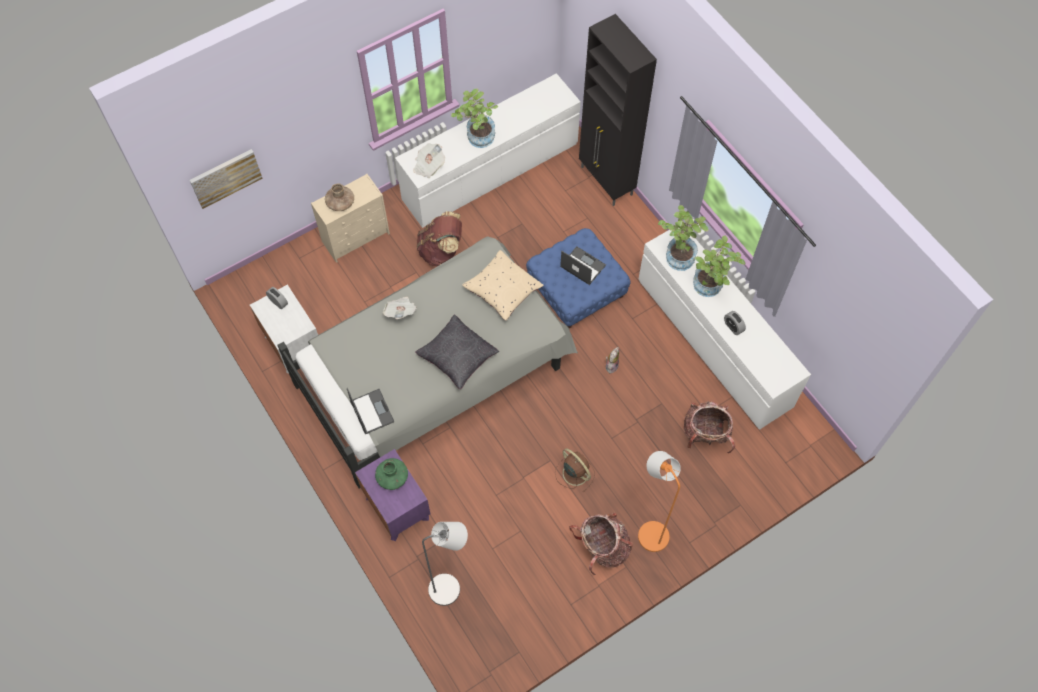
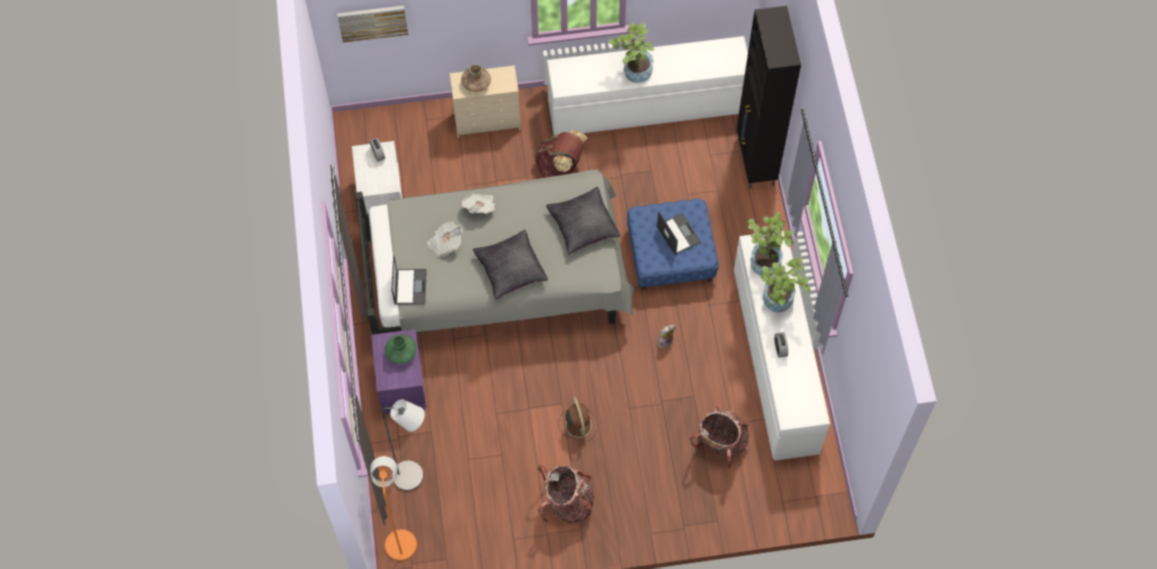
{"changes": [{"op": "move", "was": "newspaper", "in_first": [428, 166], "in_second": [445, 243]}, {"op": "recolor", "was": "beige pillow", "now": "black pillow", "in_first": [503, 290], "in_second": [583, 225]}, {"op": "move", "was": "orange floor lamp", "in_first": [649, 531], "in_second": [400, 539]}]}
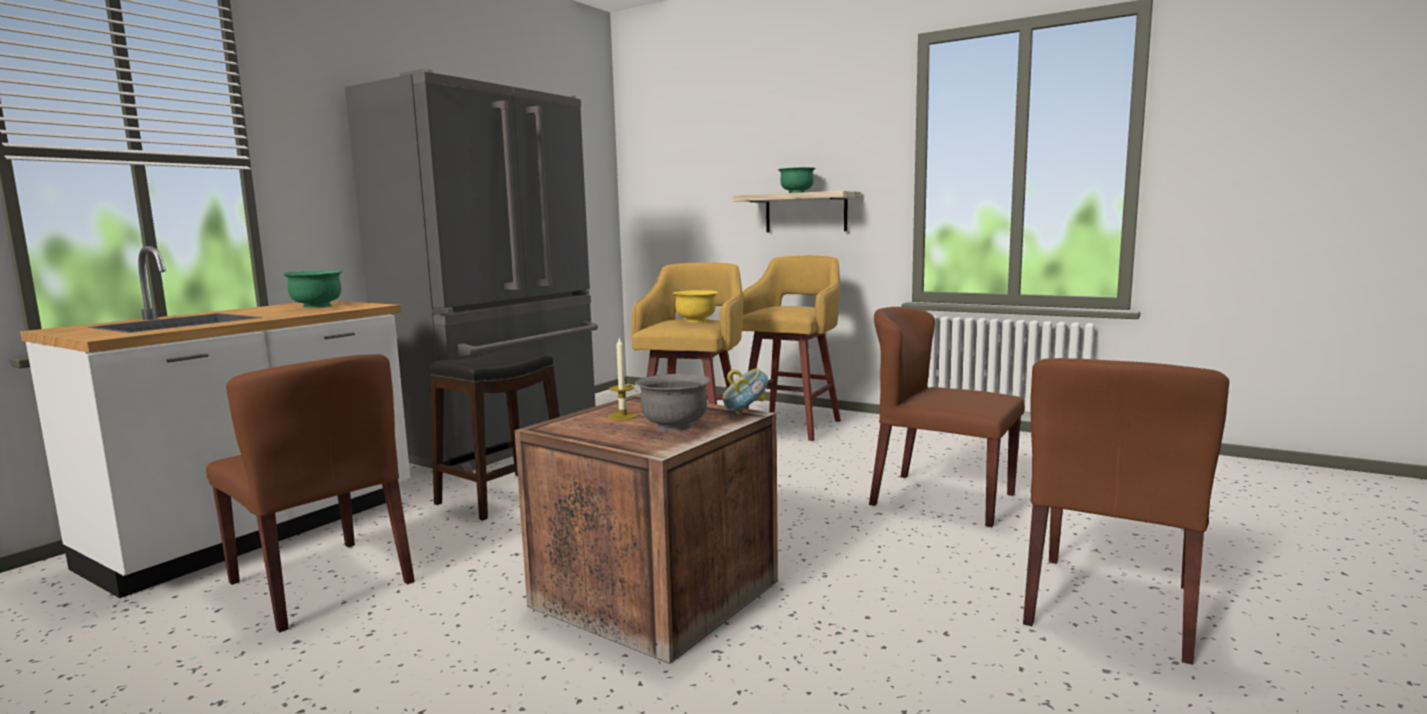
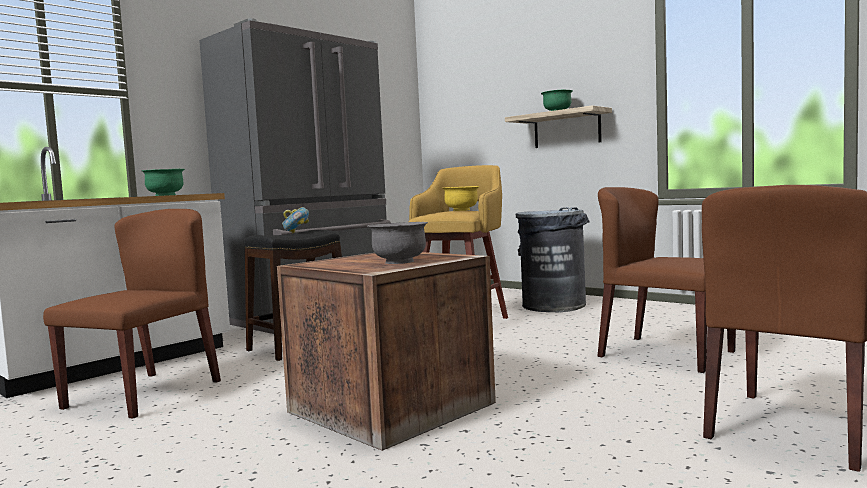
{"changes": [{"op": "replace", "was": "yellow stool", "now": "grey trash can", "in_first": [792, 425], "in_second": [553, 306]}, {"op": "delete", "was": "candle", "in_first": [622, 416]}, {"op": "rotate", "was": "brown chair", "in_first": [321, 583], "in_second": [144, 393], "clockwise": -120}, {"op": "move", "was": "bowl", "in_first": [744, 413], "in_second": [296, 233]}]}
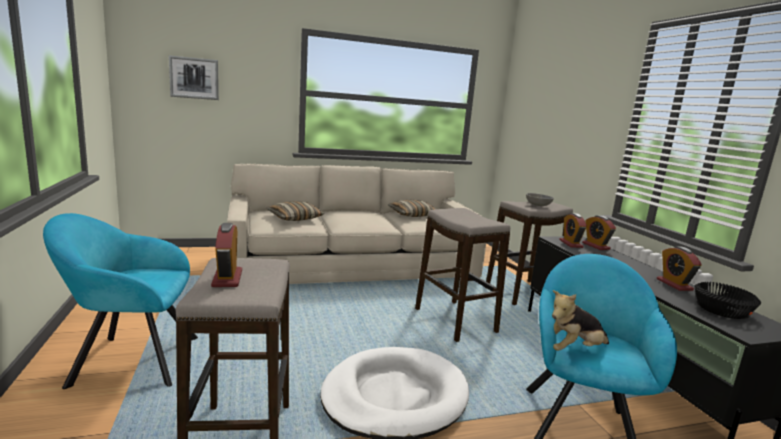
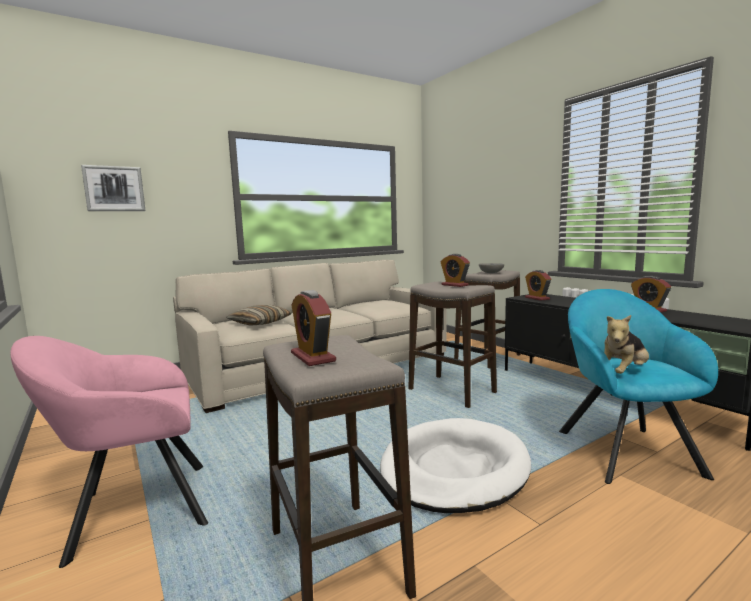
{"changes": [{"op": "delete", "was": "pillow", "in_first": [412, 215]}, {"op": "recolor", "was": "turquoise armchair", "now": "pink armchair", "in_first": [130, 360], "in_second": [133, 510]}, {"op": "move", "was": "alarm clock", "in_first": [595, 246], "in_second": [454, 285]}, {"op": "delete", "was": "black bowl", "in_first": [722, 310]}]}
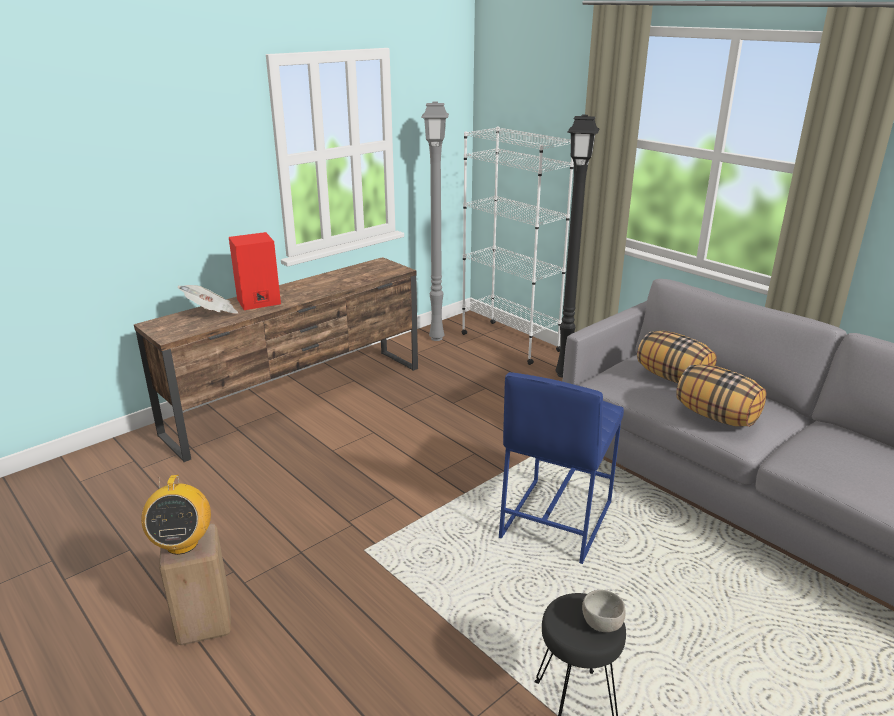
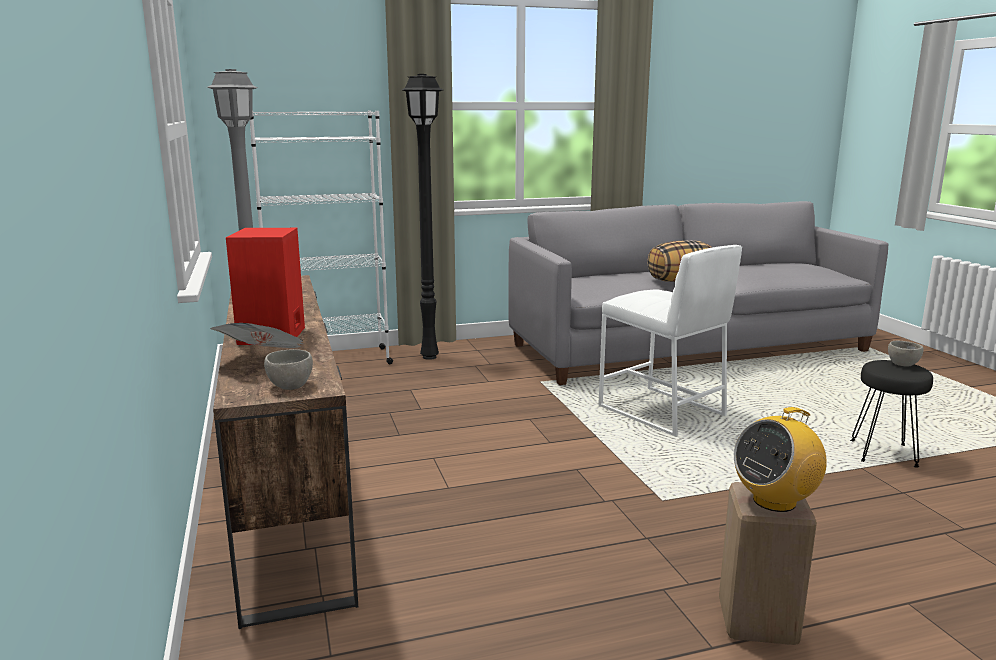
{"changes": [{"op": "delete", "was": "pillow", "in_first": [673, 378]}, {"op": "recolor", "was": "blue stool", "now": "white stool", "in_first": [555, 519], "in_second": [661, 411]}, {"op": "rotate", "was": "radio", "in_first": [182, 543], "in_second": [774, 501], "clockwise": 135}, {"op": "insert", "now": "grey bowl", "in_second": [289, 386]}]}
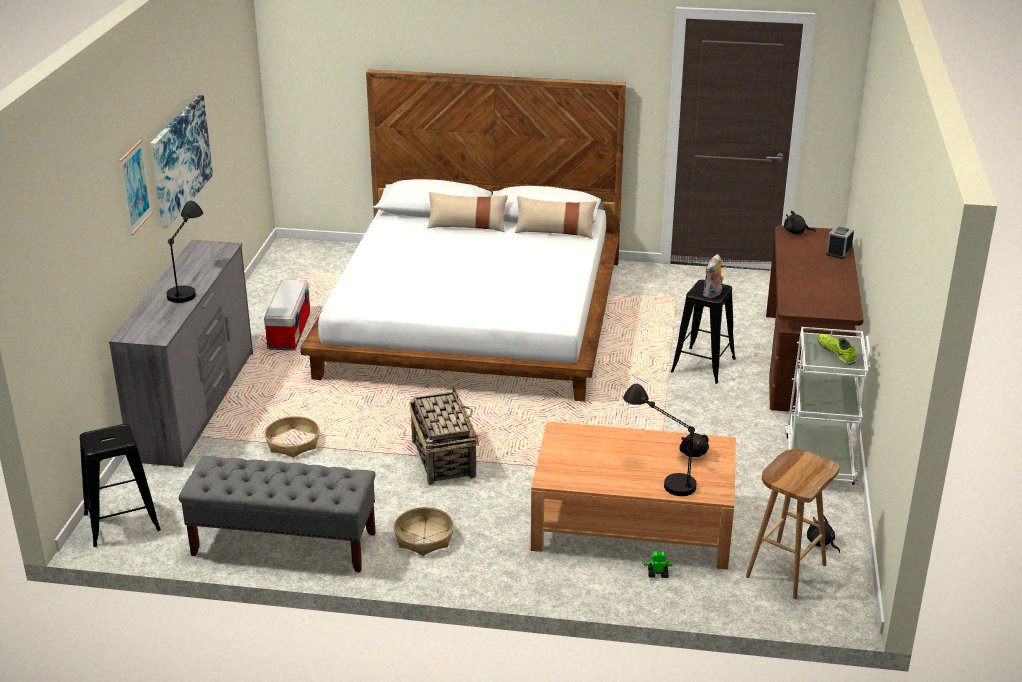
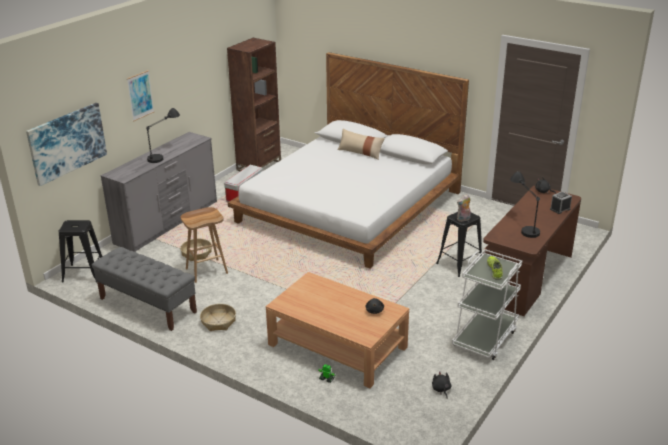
{"changes": [{"op": "move", "was": "picture", "in_first": [180, 159], "in_second": [67, 143]}, {"op": "delete", "was": "beige pillow", "in_first": [555, 232]}, {"op": "move", "was": "black table lamp", "in_first": [659, 473], "in_second": [523, 225]}, {"op": "delete", "was": "basket", "in_first": [443, 458]}, {"op": "move", "was": "brown stool", "in_first": [785, 570], "in_second": [207, 270]}, {"op": "insert", "now": "brown bookcase", "in_second": [259, 166]}]}
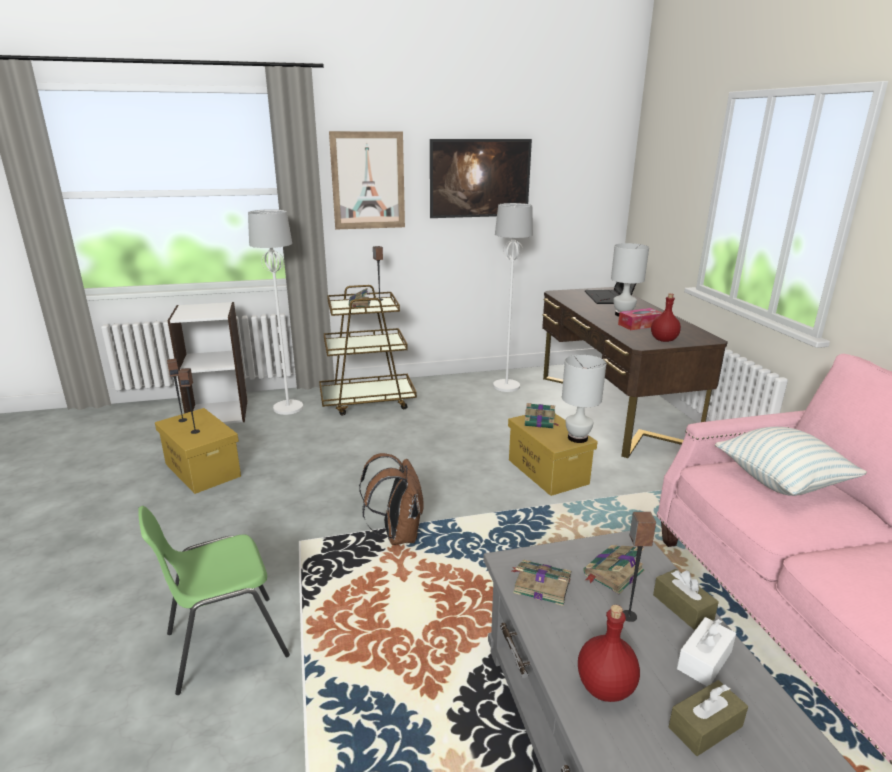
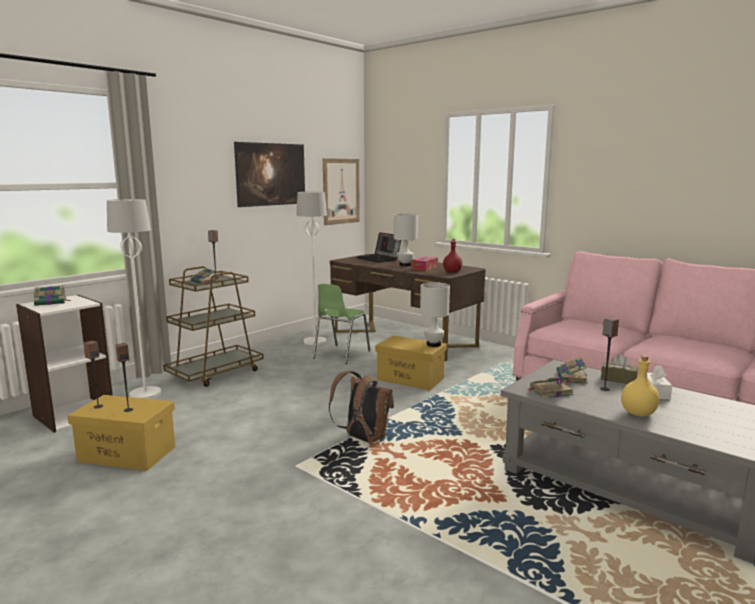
{"changes": [{"op": "move", "was": "picture", "in_first": [368, 181], "in_second": [341, 191]}, {"op": "move", "was": "book", "in_first": [540, 422], "in_second": [51, 302]}, {"op": "delete", "was": "pillow", "in_first": [781, 482]}, {"op": "move", "was": "green chair", "in_first": [225, 643], "in_second": [340, 354]}, {"op": "recolor", "was": "red bottle", "now": "yellow bottle", "in_first": [604, 687], "in_second": [637, 413]}, {"op": "delete", "was": "brown tissue box", "in_first": [705, 727]}]}
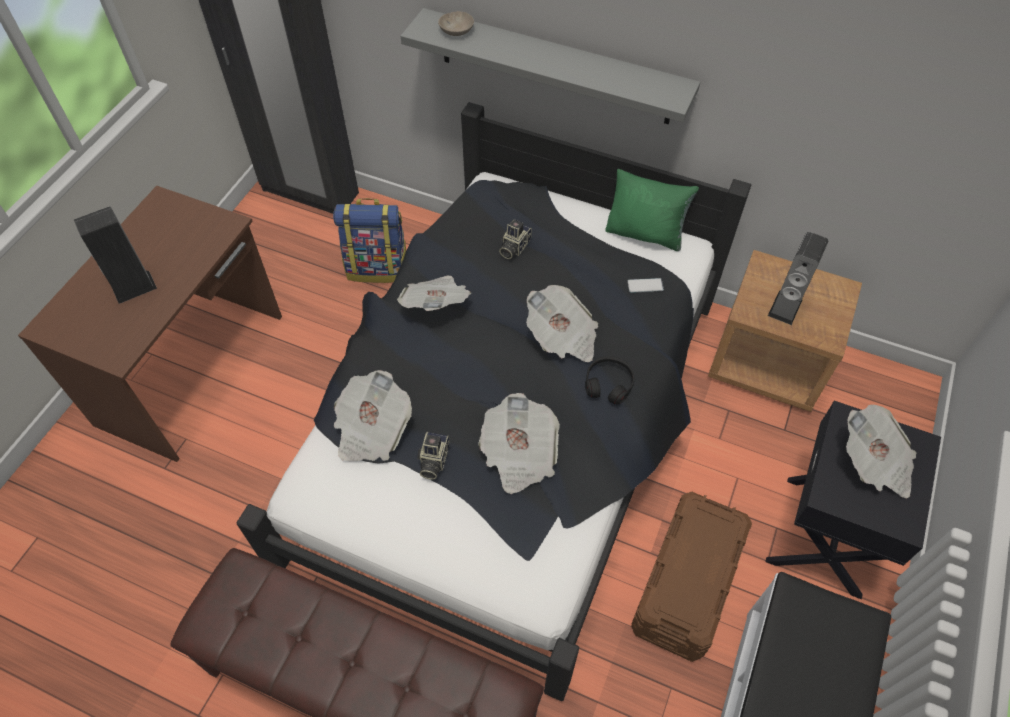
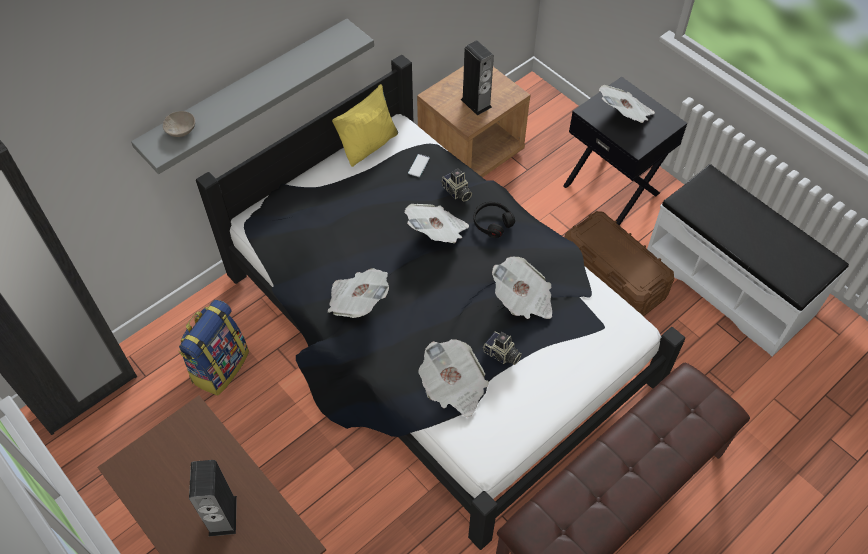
{"changes": [{"op": "recolor", "was": "green pillow", "now": "yellow pillow", "in_first": [645, 233], "in_second": [369, 145]}, {"op": "move", "was": "photo camera", "in_first": [513, 247], "in_second": [456, 192]}]}
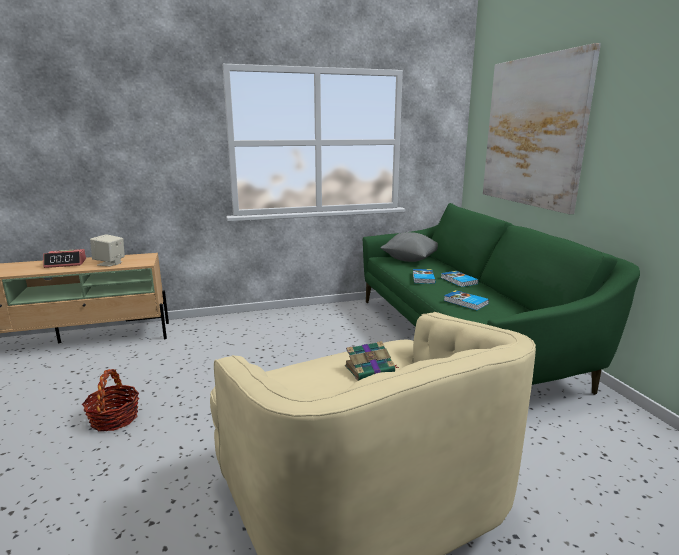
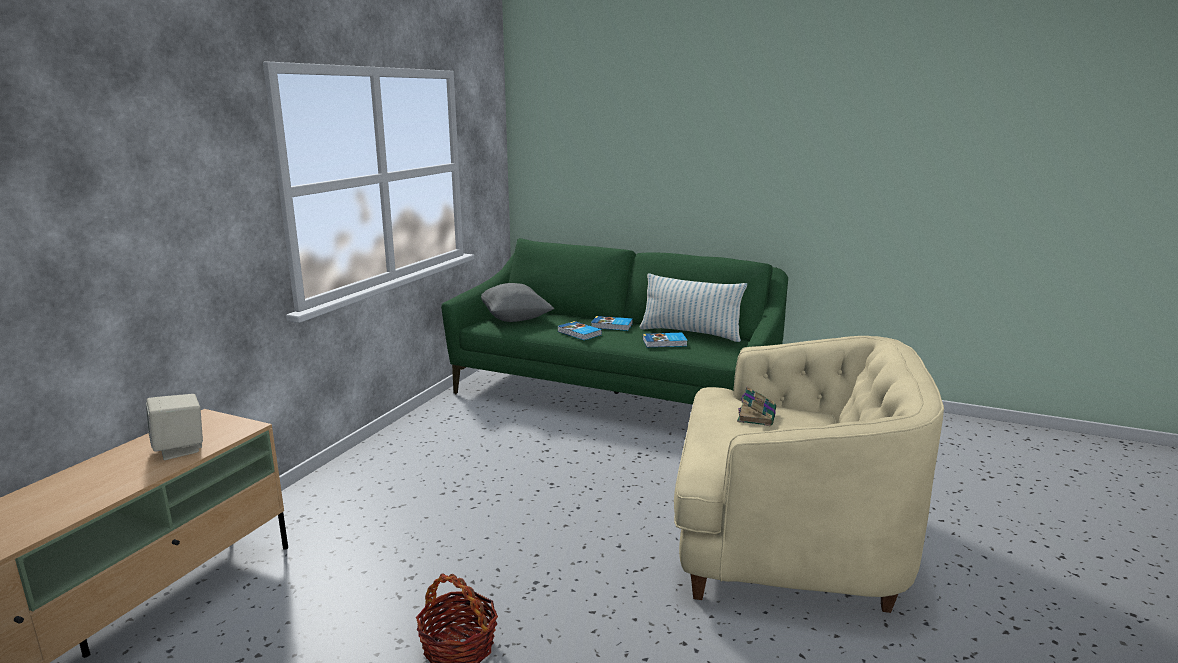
{"changes": [{"op": "delete", "was": "picture", "in_first": [533, 132]}, {"op": "delete", "was": "alarm clock", "in_first": [66, 263]}, {"op": "insert", "now": "pillow", "in_second": [690, 333]}]}
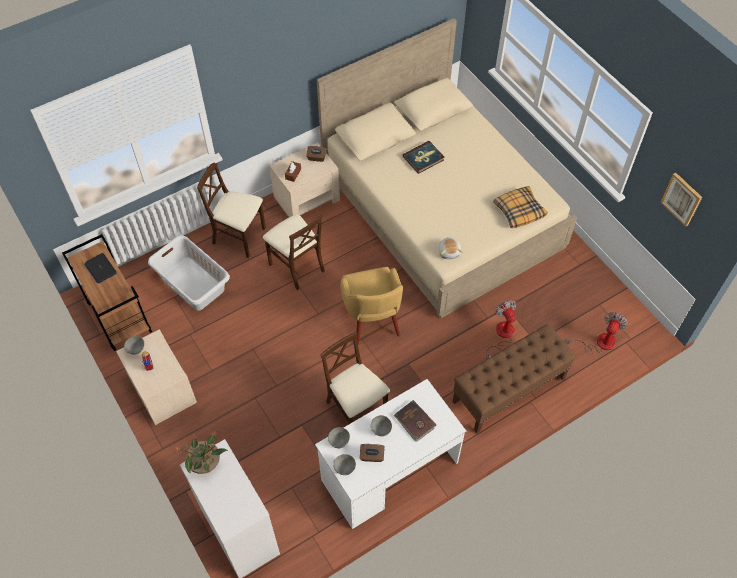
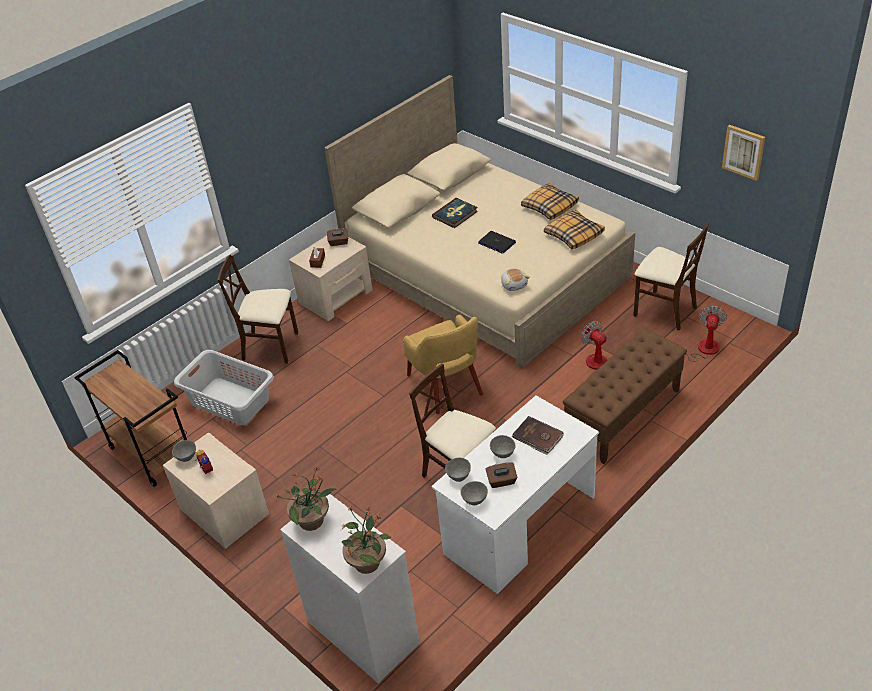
{"changes": [{"op": "move", "was": "beige chair", "in_first": [297, 266], "in_second": [664, 310]}, {"op": "move", "was": "laptop", "in_first": [100, 268], "in_second": [496, 243]}, {"op": "insert", "now": "pillow", "in_second": [549, 207]}, {"op": "insert", "now": "potted plant", "in_second": [367, 562]}]}
